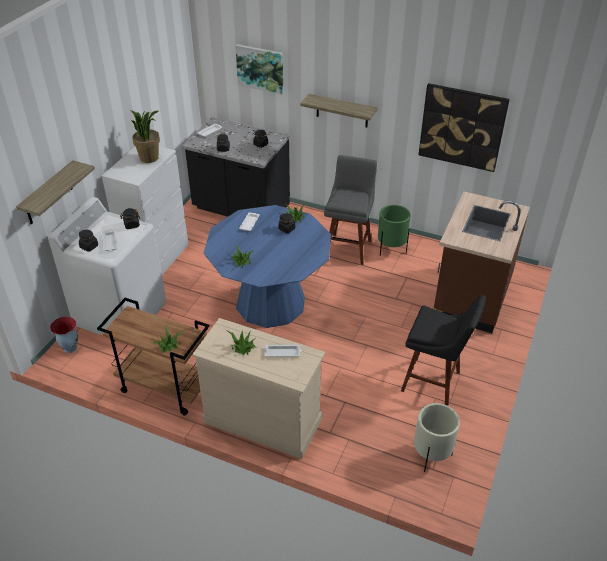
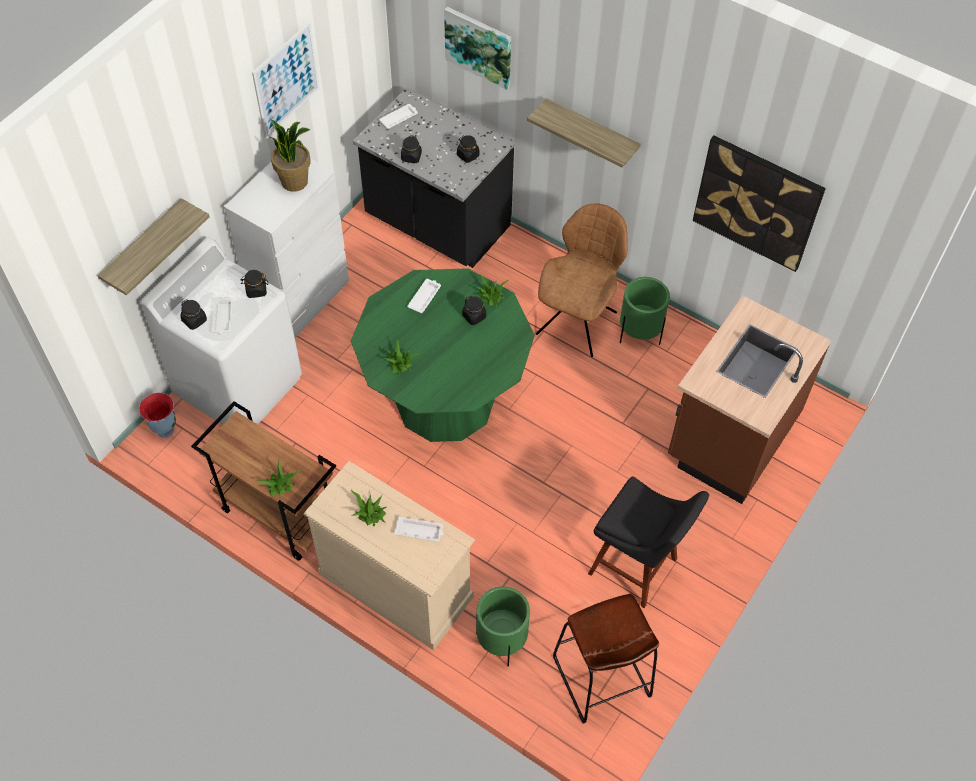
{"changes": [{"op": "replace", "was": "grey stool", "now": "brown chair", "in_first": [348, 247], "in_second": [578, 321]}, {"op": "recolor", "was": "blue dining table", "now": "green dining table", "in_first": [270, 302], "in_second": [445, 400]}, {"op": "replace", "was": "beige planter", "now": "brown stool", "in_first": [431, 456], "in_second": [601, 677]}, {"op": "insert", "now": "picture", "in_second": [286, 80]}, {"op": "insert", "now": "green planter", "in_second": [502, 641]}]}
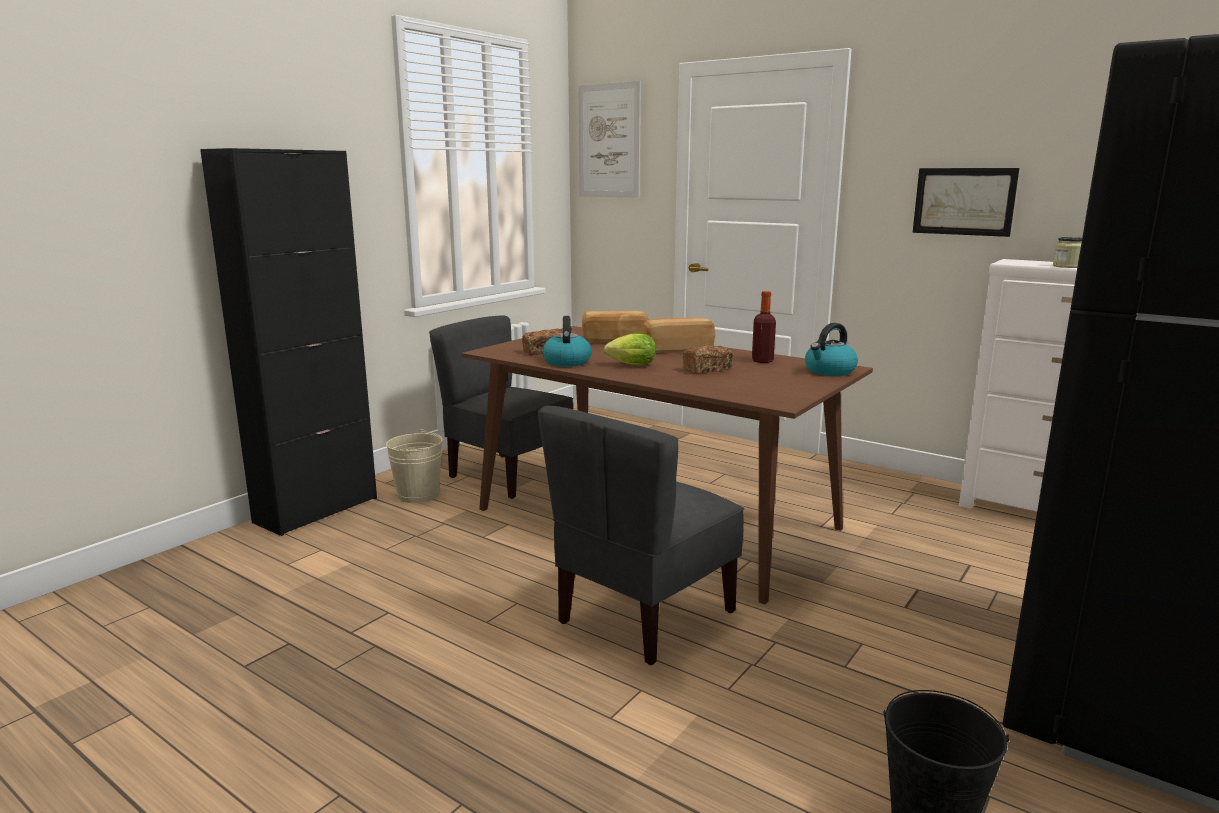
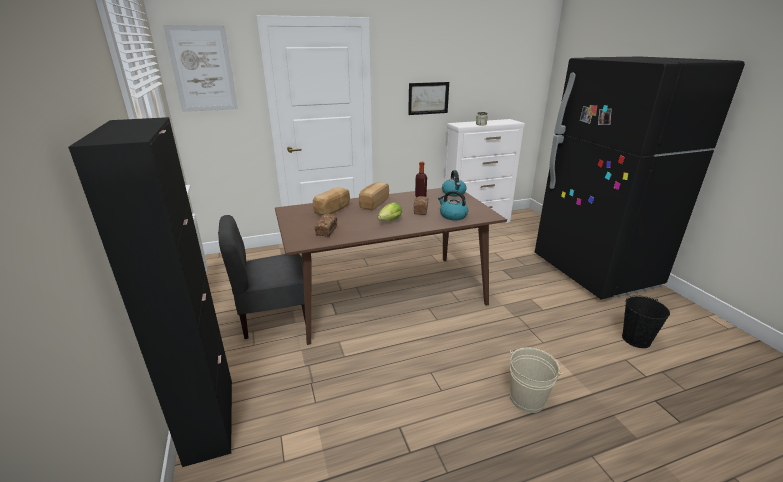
{"changes": [{"op": "move", "was": "kettle", "in_first": [566, 362], "in_second": [452, 216]}, {"op": "delete", "was": "grey chair", "in_first": [644, 616]}, {"op": "move", "was": "beige bucket", "in_first": [418, 495], "in_second": [527, 399]}]}
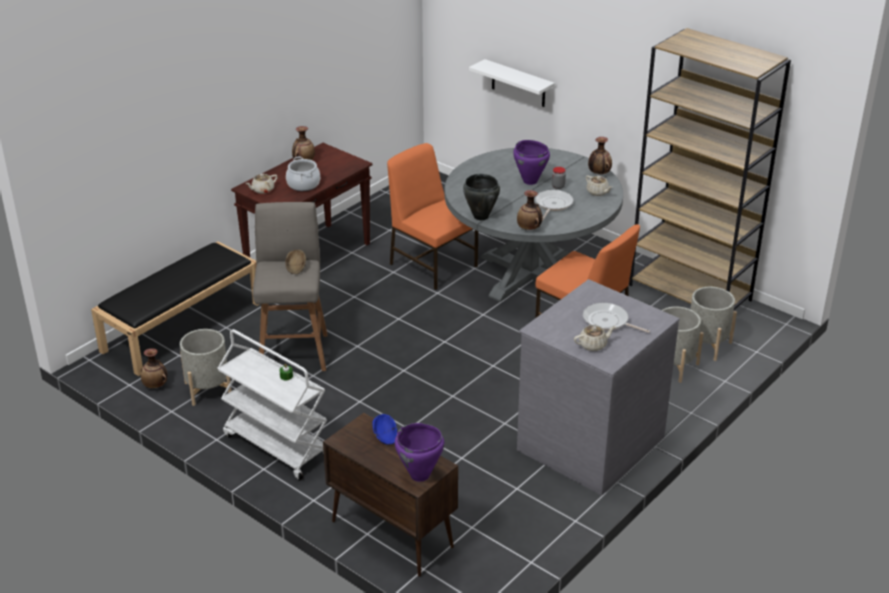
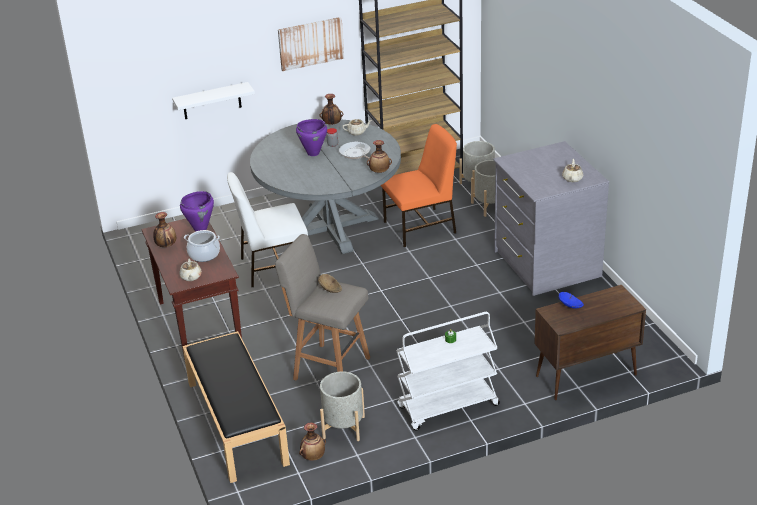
{"changes": [{"op": "recolor", "was": "orange chair", "now": "white chair", "in_first": [432, 264], "in_second": [273, 266]}, {"op": "delete", "was": "black cooking pot", "in_first": [480, 216]}, {"op": "delete", "was": "frying pan", "in_first": [608, 321]}, {"op": "move", "was": "purple cooking pot", "in_first": [420, 475], "in_second": [201, 228]}, {"op": "insert", "now": "picture", "in_second": [310, 43]}]}
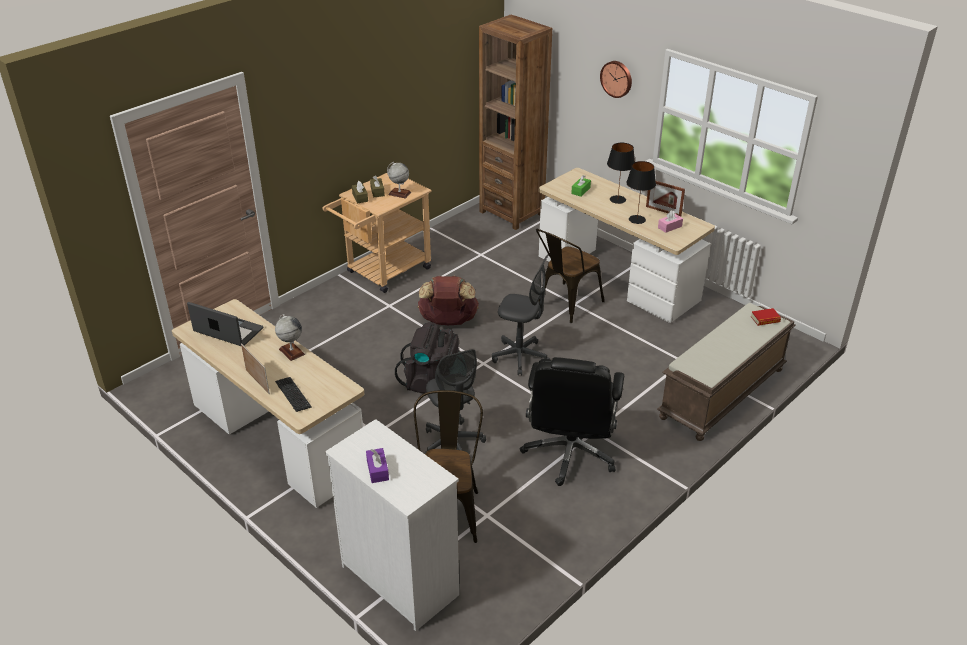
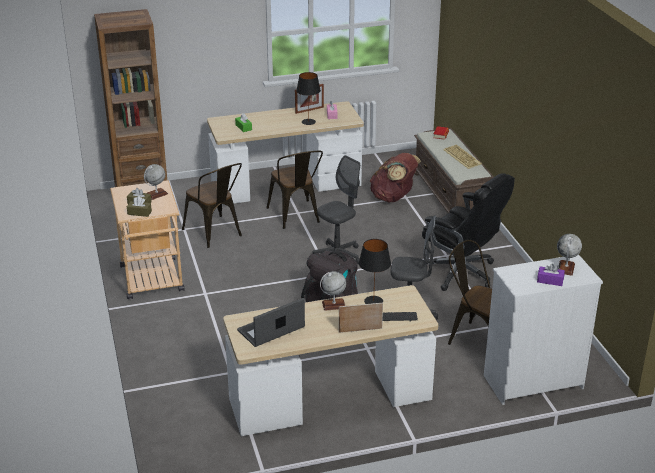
{"changes": [{"op": "delete", "was": "wall clock", "in_first": [617, 78]}, {"op": "move", "was": "black table lamp", "in_first": [618, 199], "in_second": [374, 301]}, {"op": "move", "was": "brown backpack", "in_first": [448, 322], "in_second": [393, 198]}, {"op": "insert", "now": "keyboard", "in_second": [463, 157]}, {"op": "insert", "now": "brown chair", "in_second": [215, 234]}, {"op": "insert", "now": "globe", "in_second": [566, 268]}]}
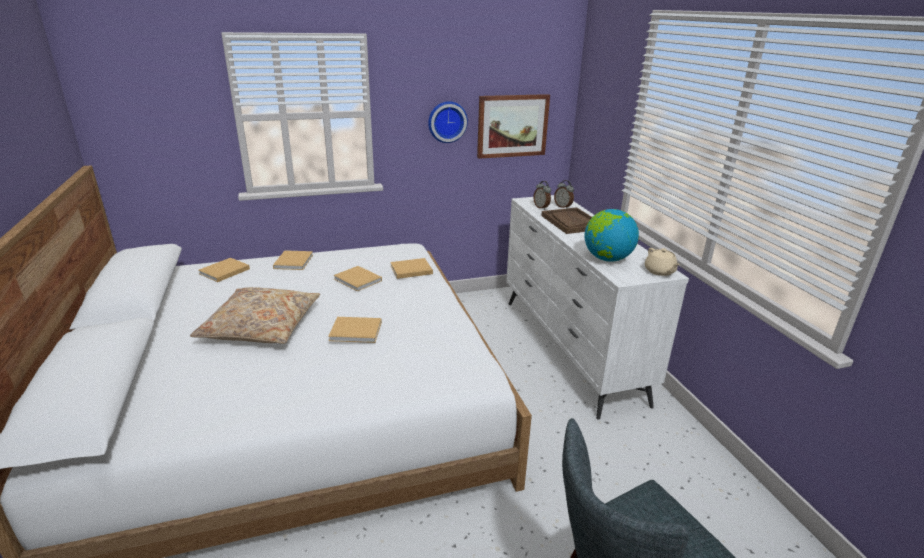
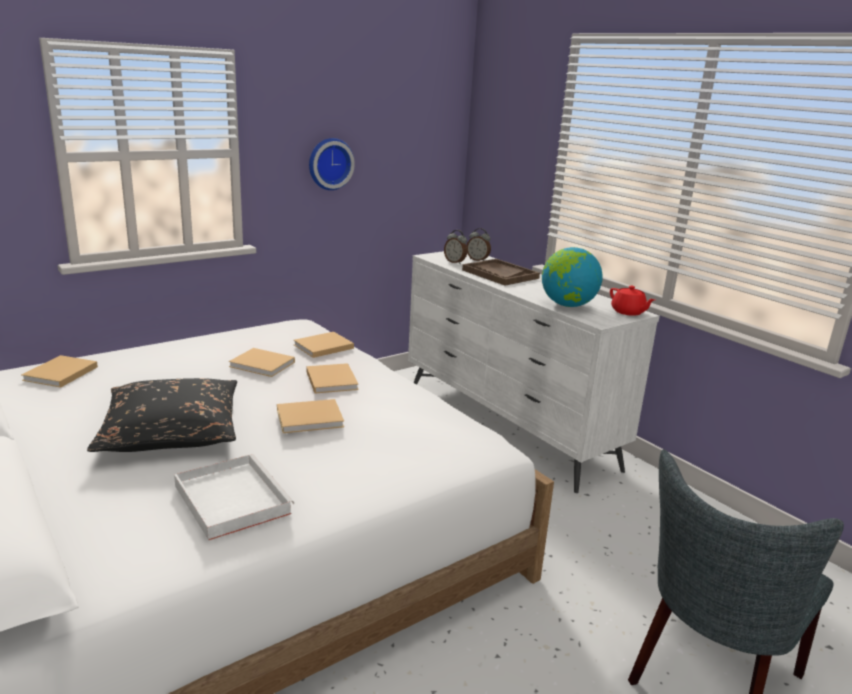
{"changes": [{"op": "delete", "was": "picture", "in_first": [512, 126]}, {"op": "recolor", "was": "beige teapot", "now": "red teapot", "in_first": [660, 271], "in_second": [628, 312]}, {"op": "move", "was": "beige book", "in_first": [294, 261], "in_second": [331, 380]}, {"op": "recolor", "was": "beige pillow", "now": "black pillow", "in_first": [261, 326], "in_second": [171, 431]}, {"op": "insert", "now": "white tray", "in_second": [230, 498]}]}
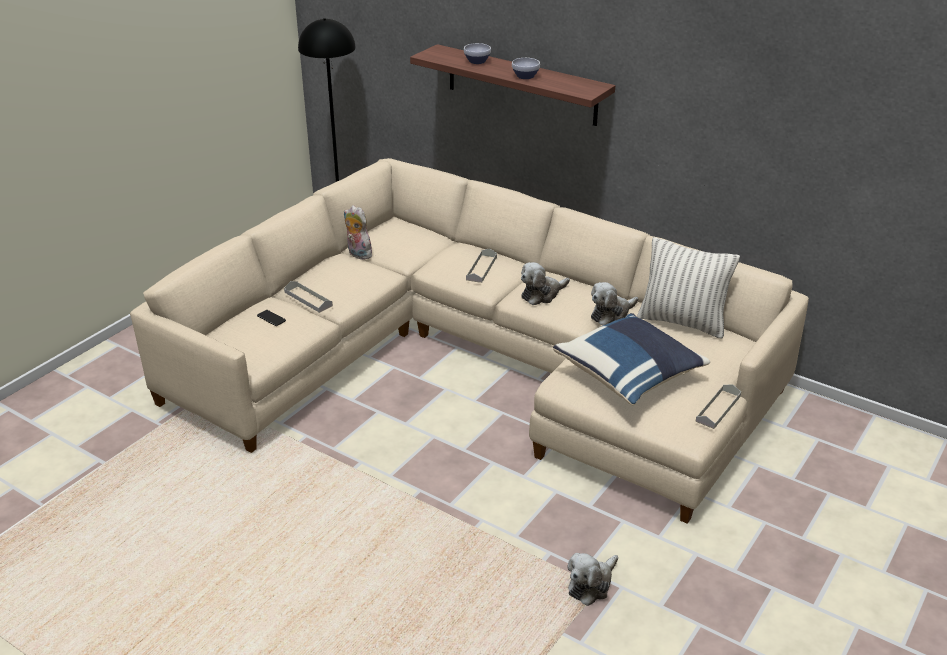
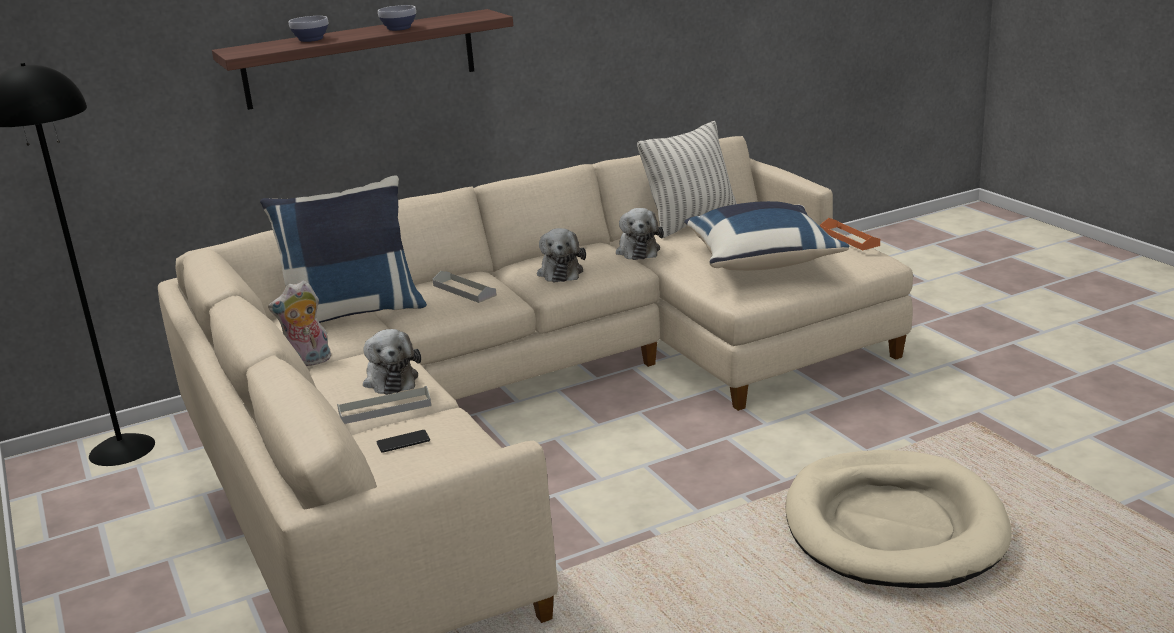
{"changes": [{"op": "recolor", "was": "grey tray", "now": "orange tray", "in_first": [718, 409], "in_second": [849, 238]}, {"op": "move", "was": "plush toy", "in_first": [591, 584], "in_second": [390, 379]}, {"op": "insert", "now": "blue pillow", "in_second": [353, 312]}, {"op": "insert", "now": "beige dog bed", "in_second": [893, 526]}]}
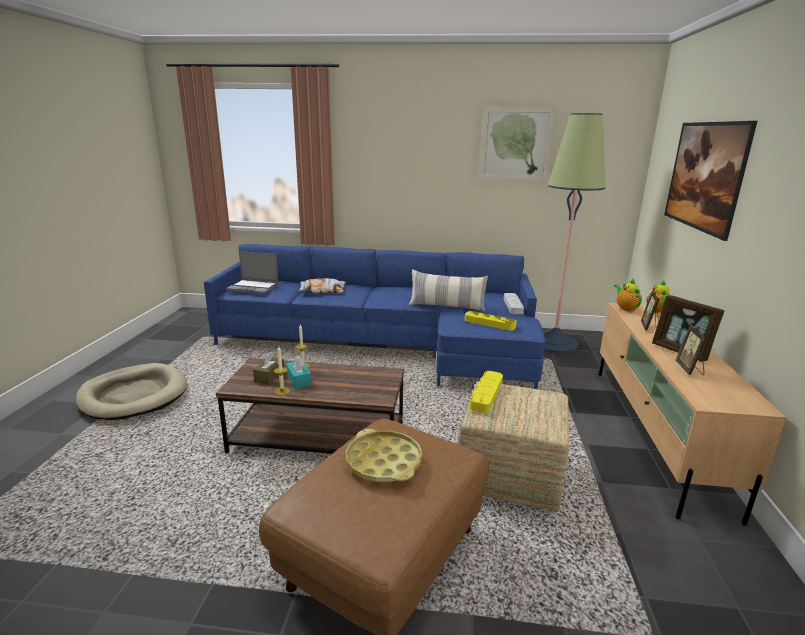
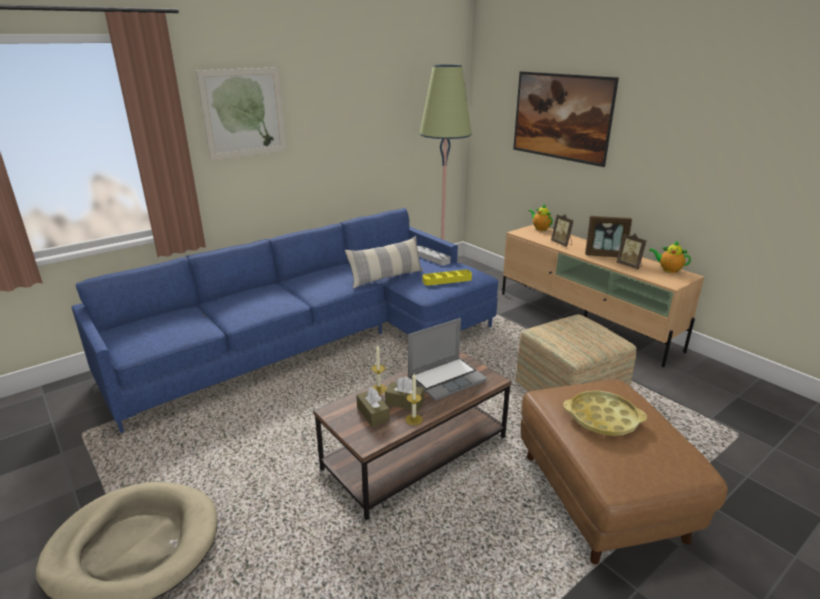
{"changes": [{"op": "move", "was": "picture", "in_first": [516, 144], "in_second": [244, 113]}, {"op": "move", "was": "laptop", "in_first": [254, 288], "in_second": [447, 379]}, {"op": "delete", "was": "pillow", "in_first": [322, 291]}, {"op": "move", "was": "teapot", "in_first": [626, 308], "in_second": [668, 270]}, {"op": "recolor", "was": "turquoise tissue box", "now": "brown tissue box", "in_first": [299, 380], "in_second": [404, 402]}, {"op": "delete", "was": "yellow tray", "in_first": [486, 394]}]}
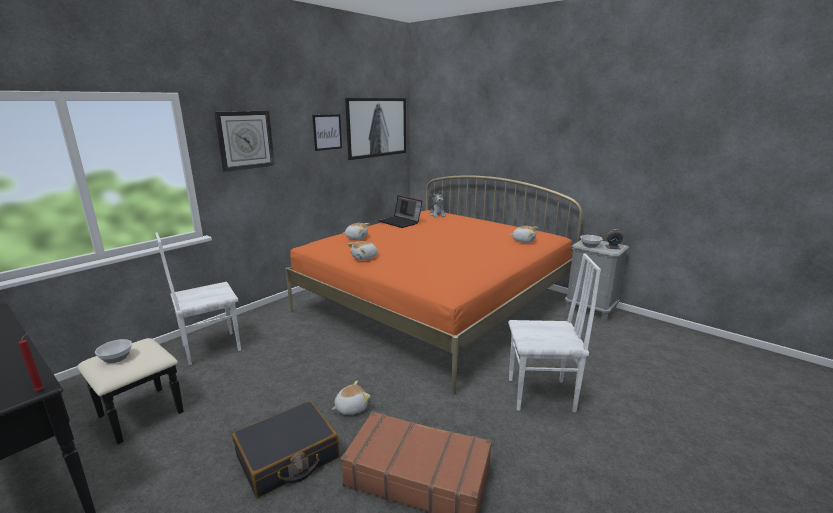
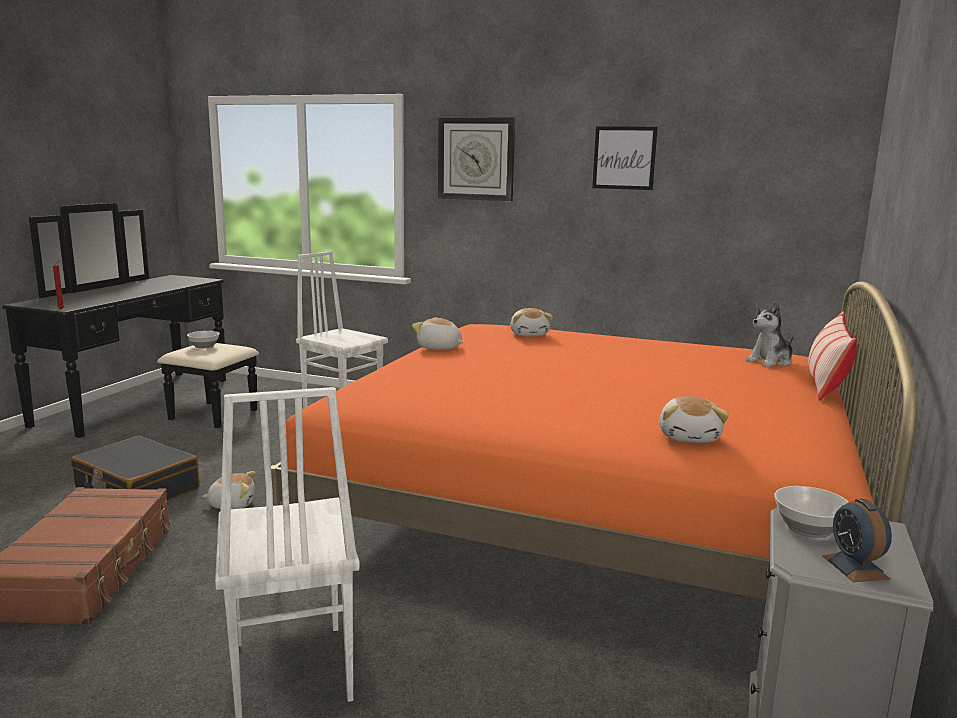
{"changes": [{"op": "delete", "was": "picture", "in_first": [377, 127]}, {"op": "delete", "was": "laptop", "in_first": [401, 222]}, {"op": "rotate", "was": "plush toy", "in_first": [351, 407], "in_second": [232, 504], "clockwise": -45}, {"op": "insert", "now": "pillow", "in_second": [826, 383]}]}
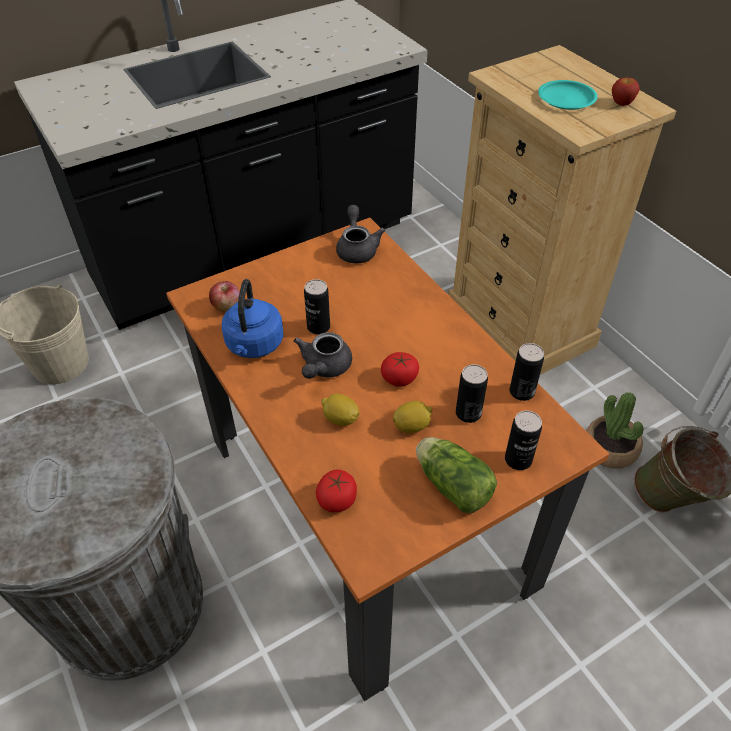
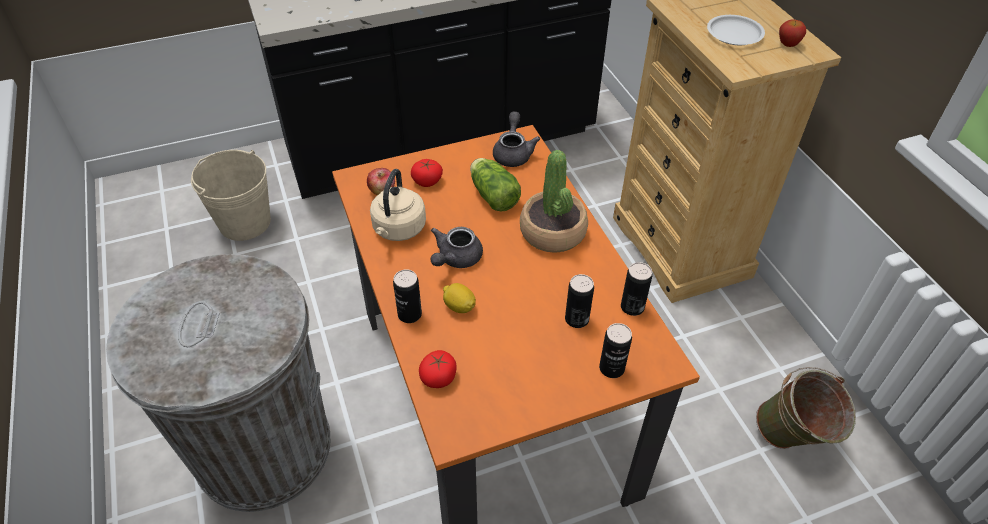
{"changes": [{"op": "recolor", "was": "turquoise plate", "now": "white plate", "in_first": [567, 99], "in_second": [734, 34]}, {"op": "recolor", "was": "blue kettle", "now": "beige kettle", "in_first": [254, 345], "in_second": [398, 230]}, {"op": "move", "was": "can", "in_first": [318, 327], "in_second": [409, 314]}, {"op": "move", "was": "tomato", "in_first": [399, 378], "in_second": [427, 181]}, {"op": "move", "was": "potted plant", "in_first": [610, 448], "in_second": [553, 232]}, {"op": "delete", "was": "lemon", "in_first": [412, 426]}, {"op": "move", "was": "lettuce", "in_first": [450, 484], "in_second": [492, 194]}]}
